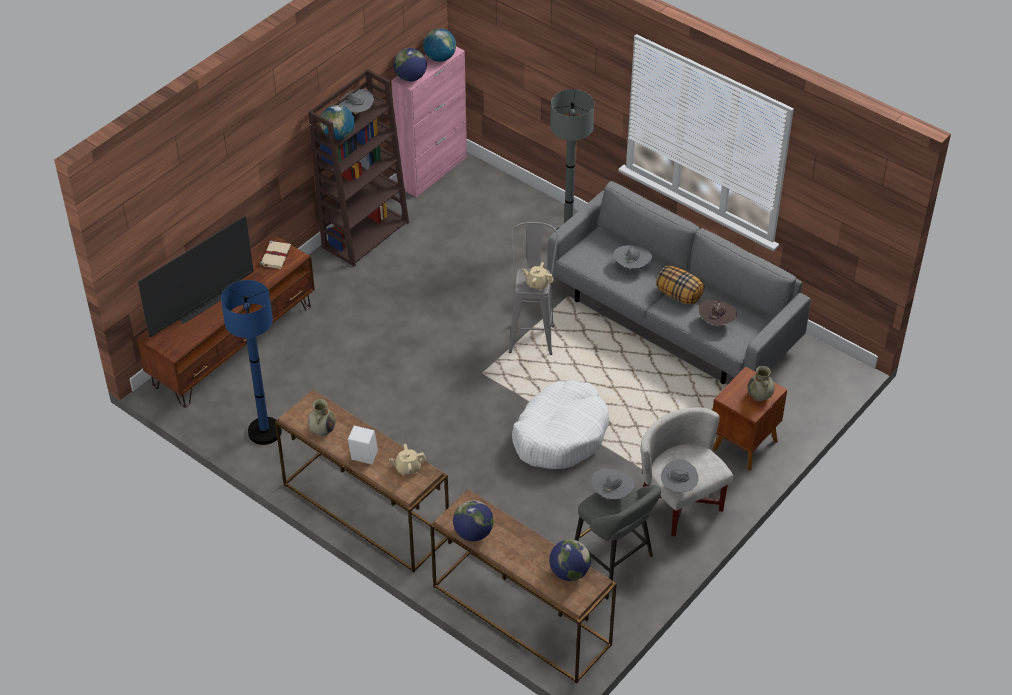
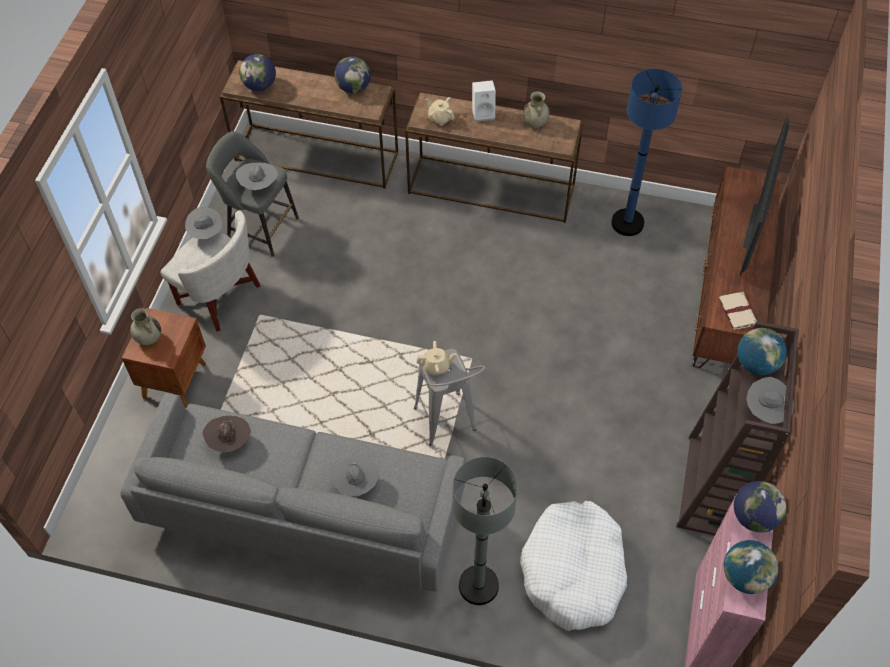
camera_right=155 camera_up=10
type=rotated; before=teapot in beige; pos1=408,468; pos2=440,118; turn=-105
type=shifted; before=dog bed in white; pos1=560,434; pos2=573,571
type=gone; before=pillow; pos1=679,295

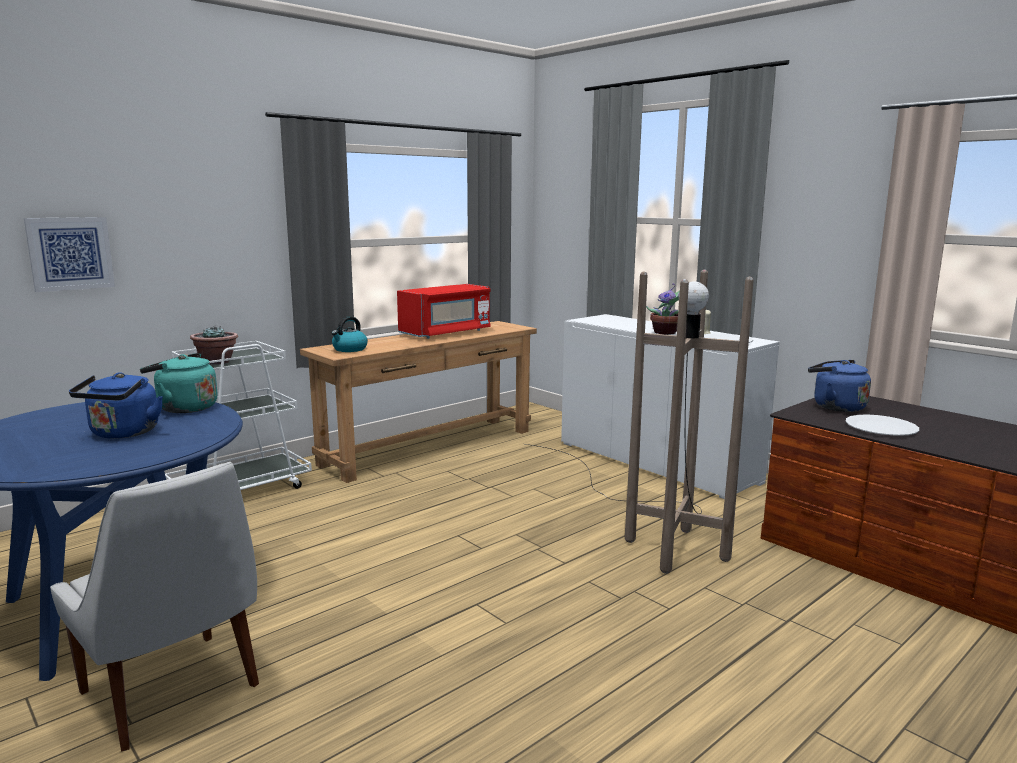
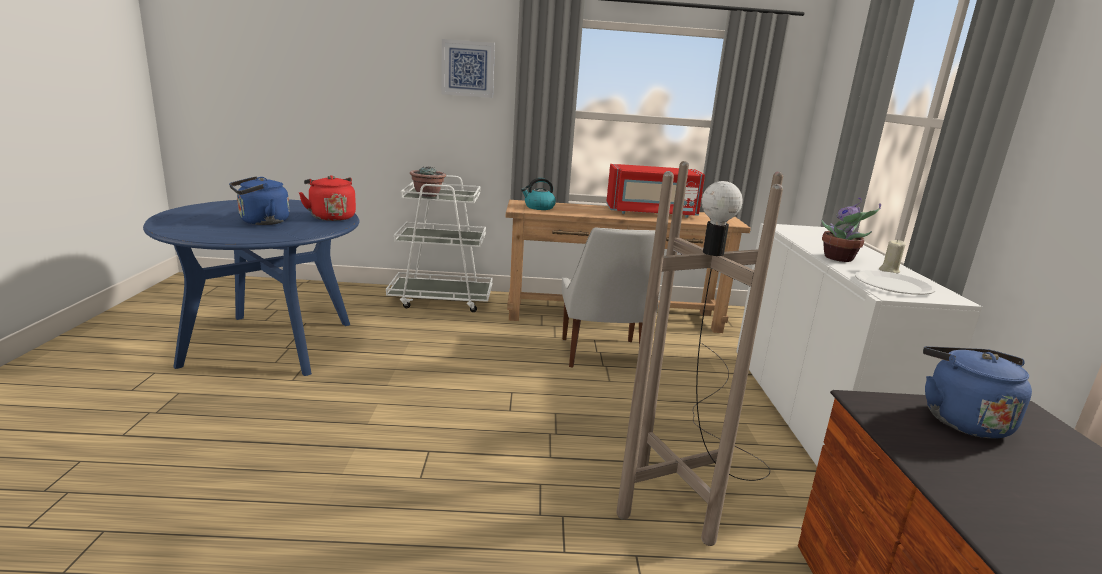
camera_right=40 camera_up=5
type=repainted; before=kettle in turquoise; after=kettle in red; pos1=184,408; pos2=331,217
type=shifted; before=picture; pos1=70,253; pos2=468,68
type=shifted; before=chair in white; pos1=173,692; pos2=602,355
type=gone; before=plate in white; pos1=881,427

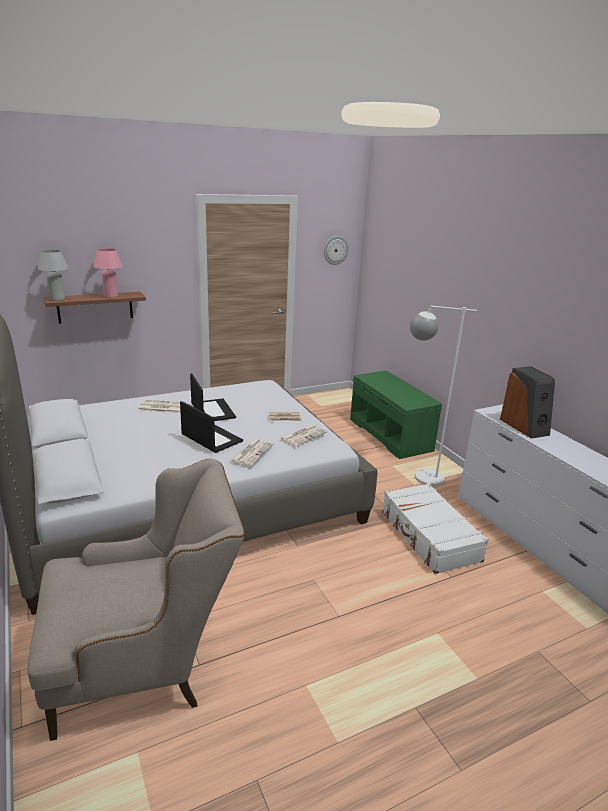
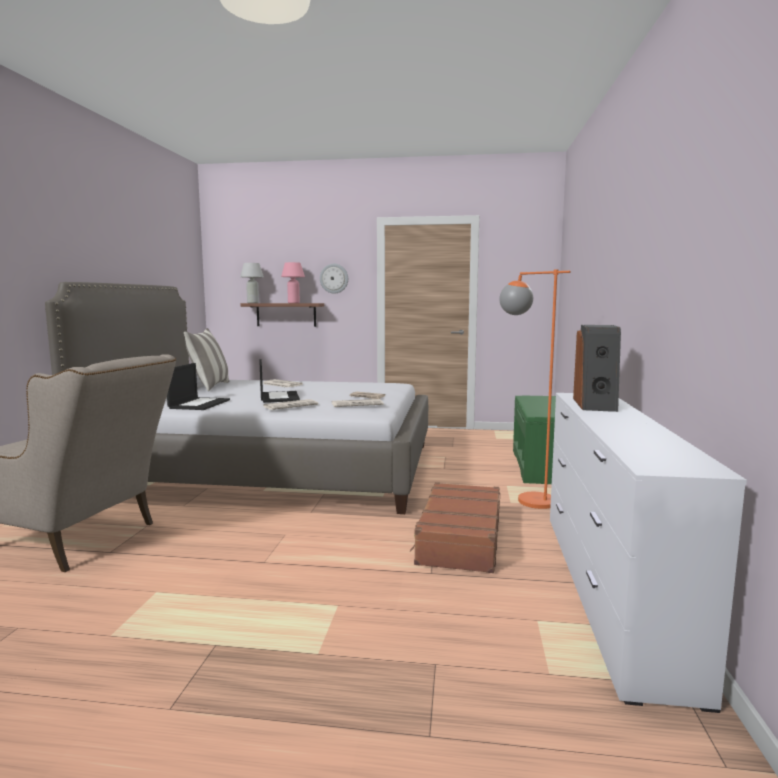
camera_right=35 camera_up=-15
type=shifted; before=laptop; pos1=212,410; pos2=199,404
type=new; after=pillow; pos2=209,386
type=shifted; before=wall clock; pos1=335,250; pos2=334,278
type=repainted; before=suitcase in white; after=suitcase in brown; pos1=429,536; pos2=459,539
type=repainted; before=floor lamp in white; after=floor lamp in orange; pos1=418,477; pos2=525,498

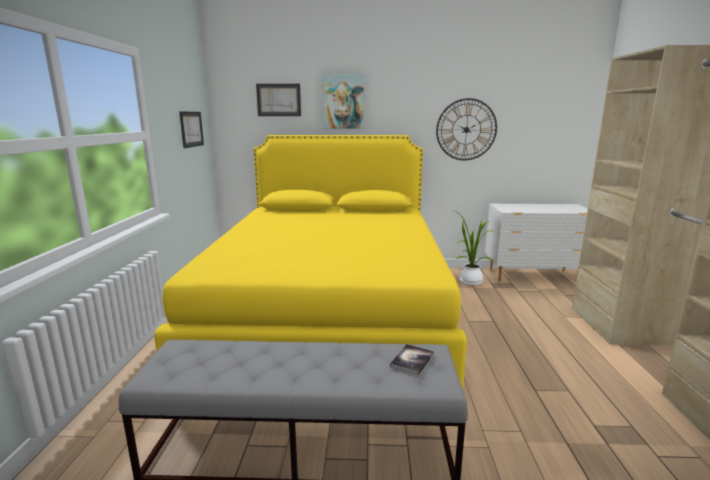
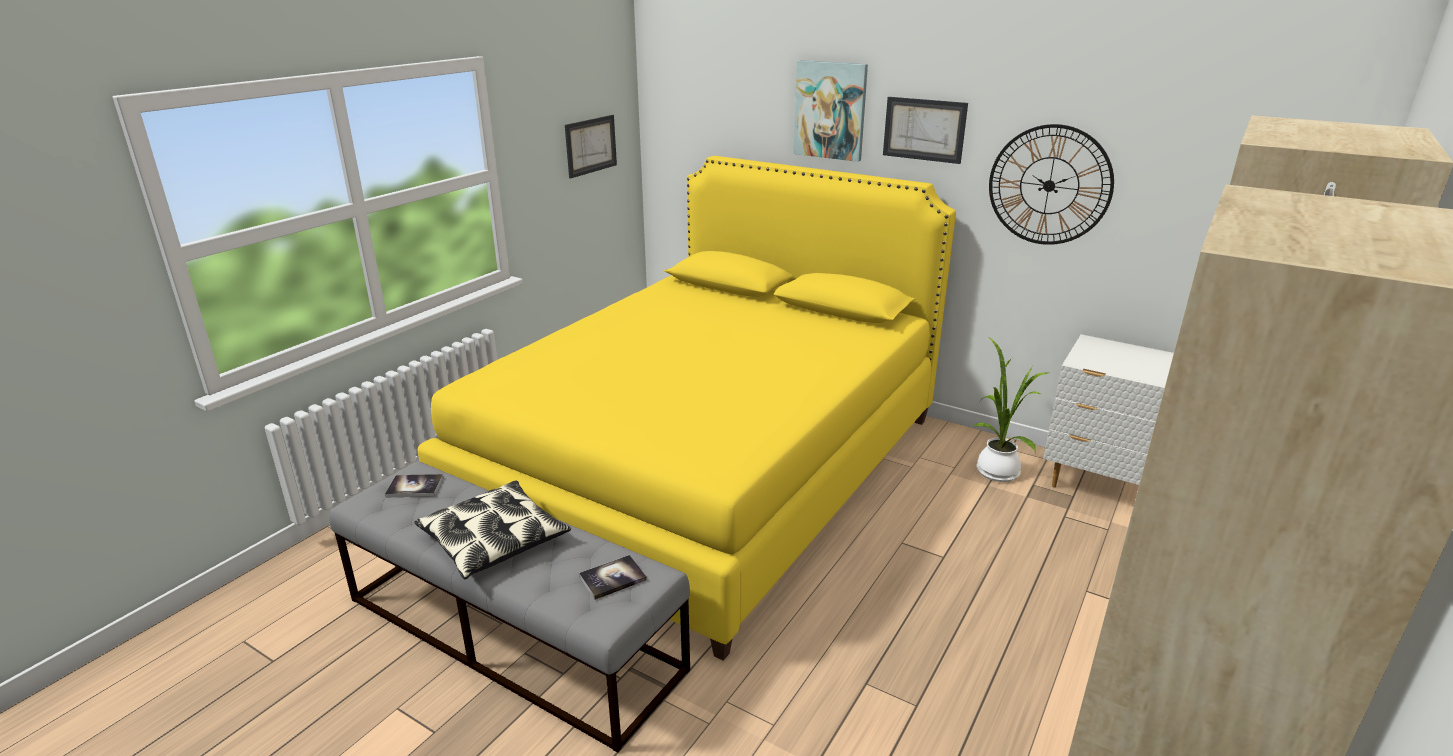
camera_right=30 camera_up=10
type=new; after=book; pos2=415,487
type=new; after=pillow; pos2=494,540
type=shifted; before=picture; pos1=278,100; pos2=924,129

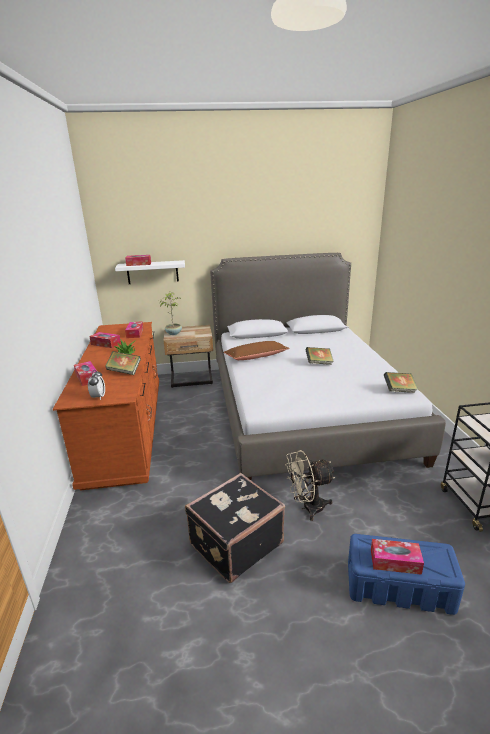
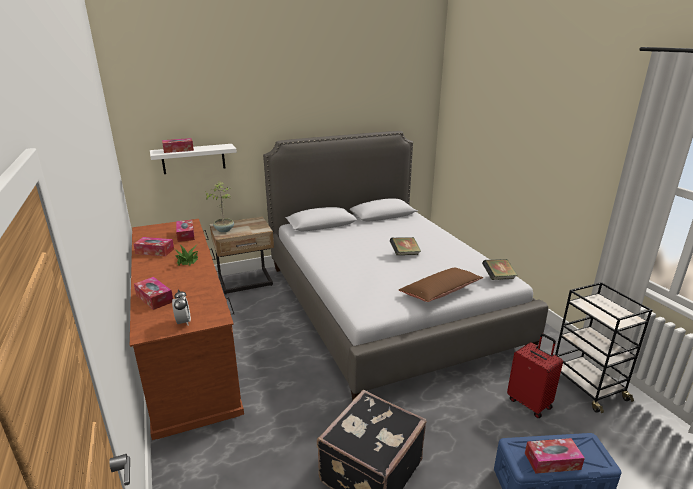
camera_right=-15 camera_up=0
type=shifted; before=pillow in brown; pos1=256,357; pos2=440,292
type=new; after=suitcase in red; pos2=530,403
type=gone; before=book; pos1=124,371
type=gone; before=fan in beige; pos1=307,507

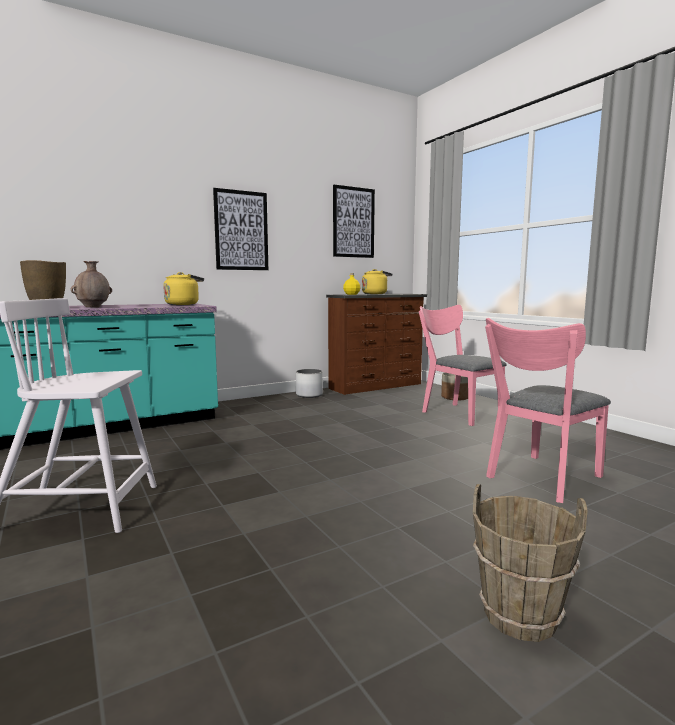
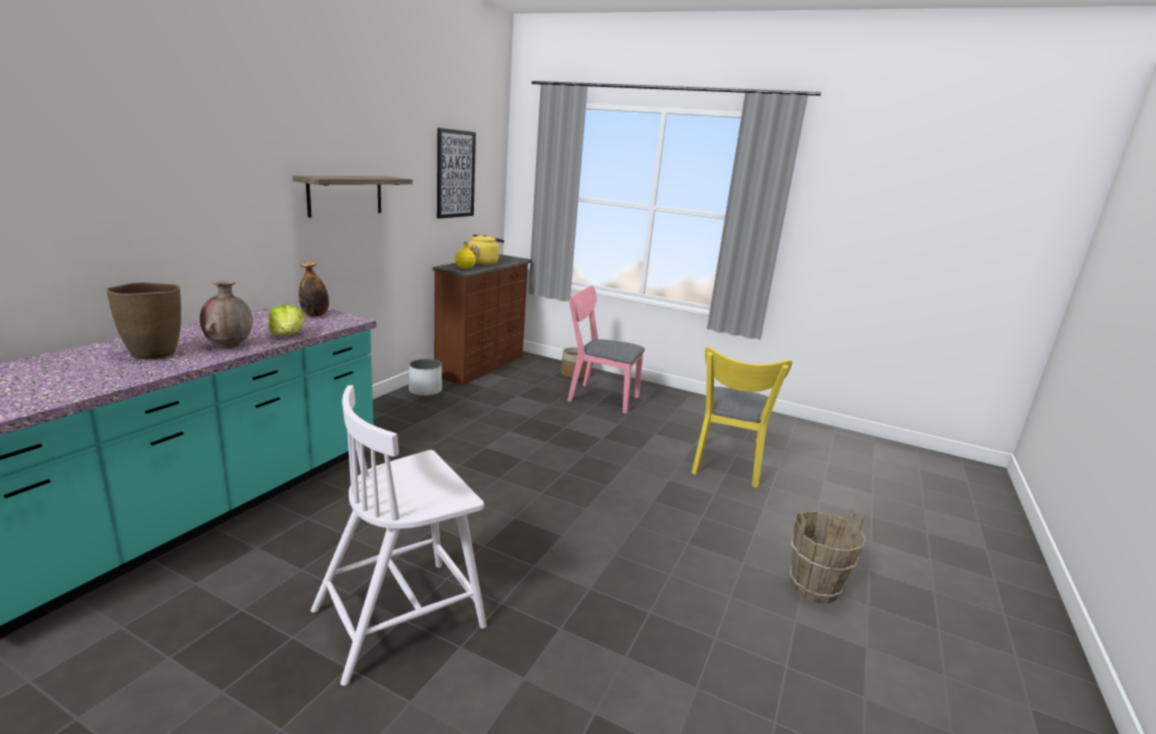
camera_right=-35 camera_up=10
type=new; after=lettuce; pos2=288,335
type=swapped; before=picture; after=shelf; pos1=241,230; pos2=345,195
type=swapped; before=kettle in yellow; after=bottle; pos1=184,304; pos2=315,315
type=repainted; before=chair in pink; after=chair in yellow; pos1=540,479; pos2=726,466

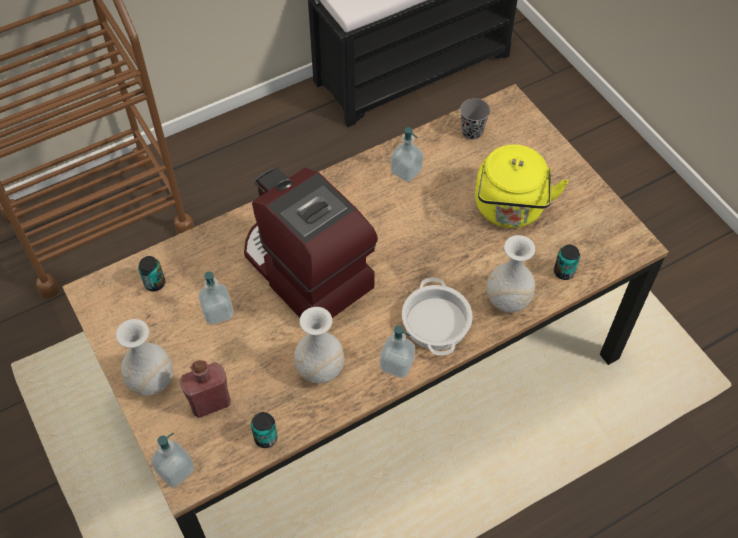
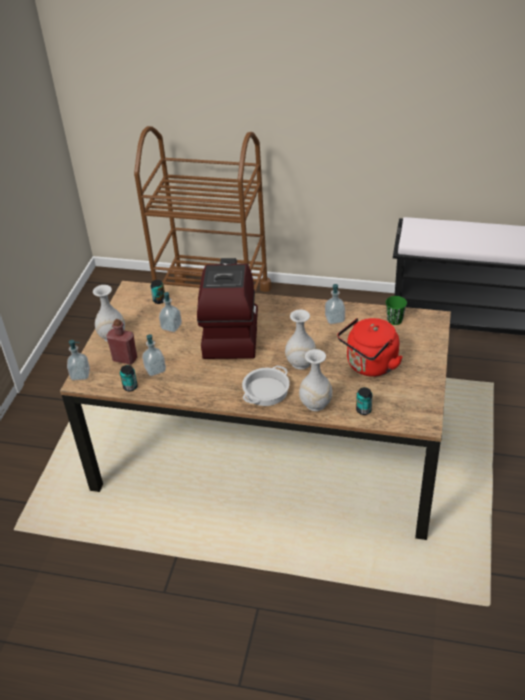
camera_right=45 camera_up=-15
type=shifted; before=soap dispenser; pos1=396,364; pos2=155,369
type=shifted; before=vase in white; pos1=320,370; pos2=301,363
type=repainted; before=kettle in yellow; after=kettle in red; pos1=510,210; pos2=370,366
type=repainted; before=cup in grey; after=cup in green; pos1=472,131; pos2=394,320

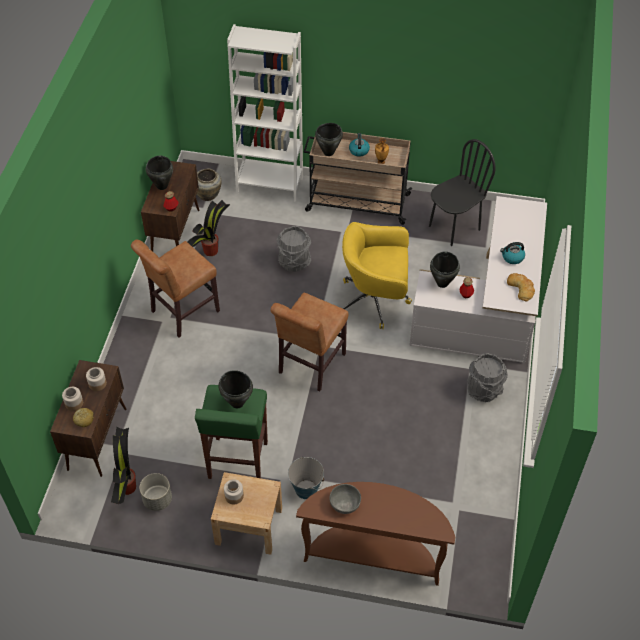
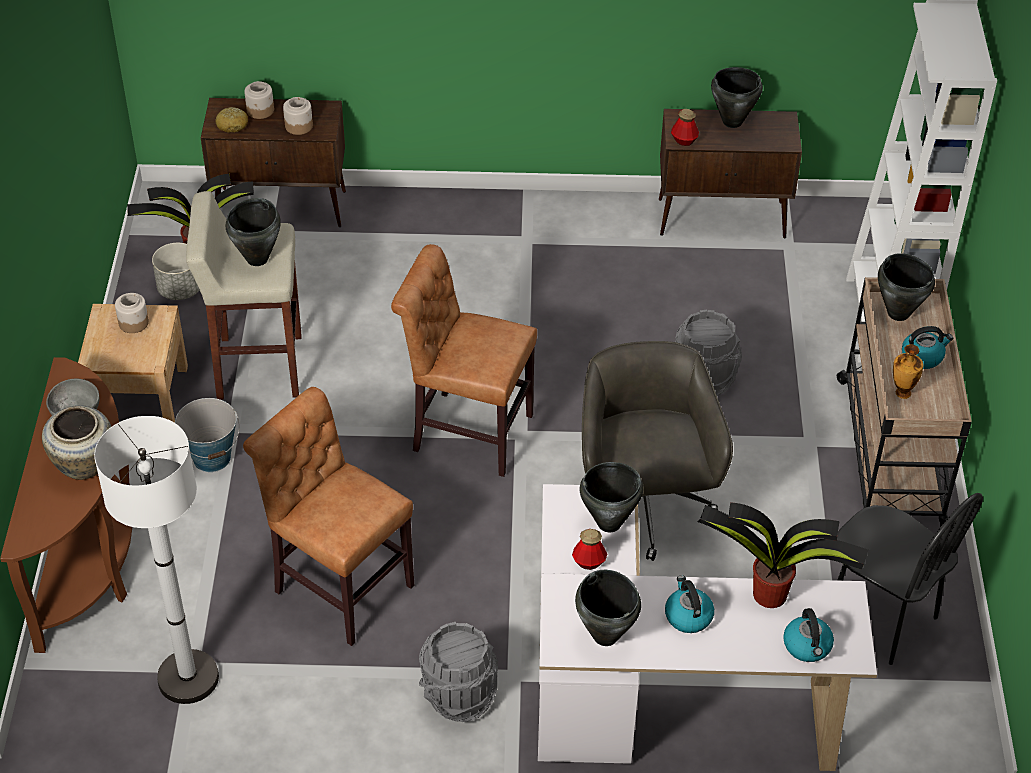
camera_right=80 camera_up=-5
type=shifted; before=vase in beige; pos1=208,195; pos2=84,466
type=new; after=floor lamp in white; pos2=188,678
type=repainted; before=stool in green; after=stool in beige; pos1=237,461; pos2=257,367
type=shifted; before=chair in brown; pos1=182,313; pos2=338,585
type=swapped; before=bread; after=cooking pot in black; pos1=521,288; pos2=605,635
type=repainted; before=office chair in yellow; after=office chair in grey; pos1=375,300; pos2=642,506
type=shifted; before=potted plant; pos1=211,250; pos2=772,595
type=new; after=kettle; pos2=807,646

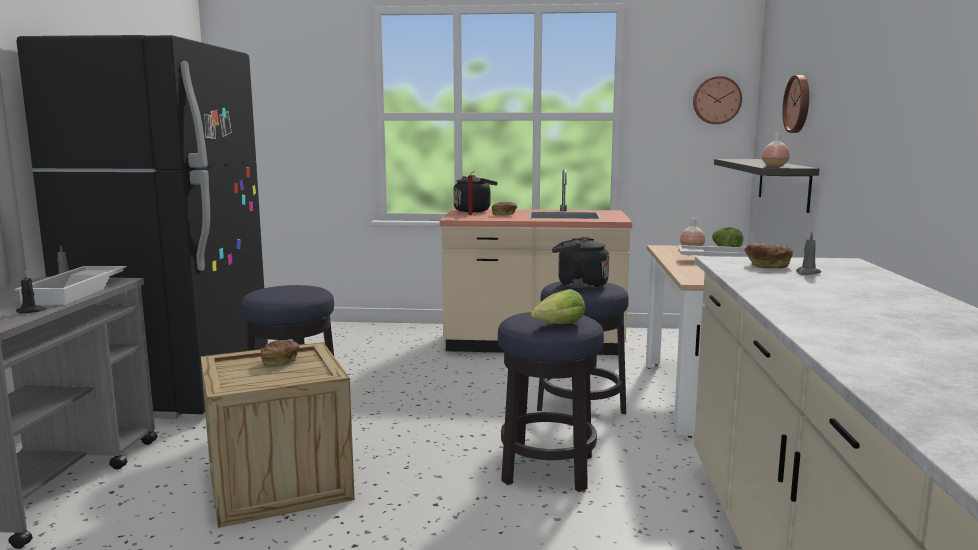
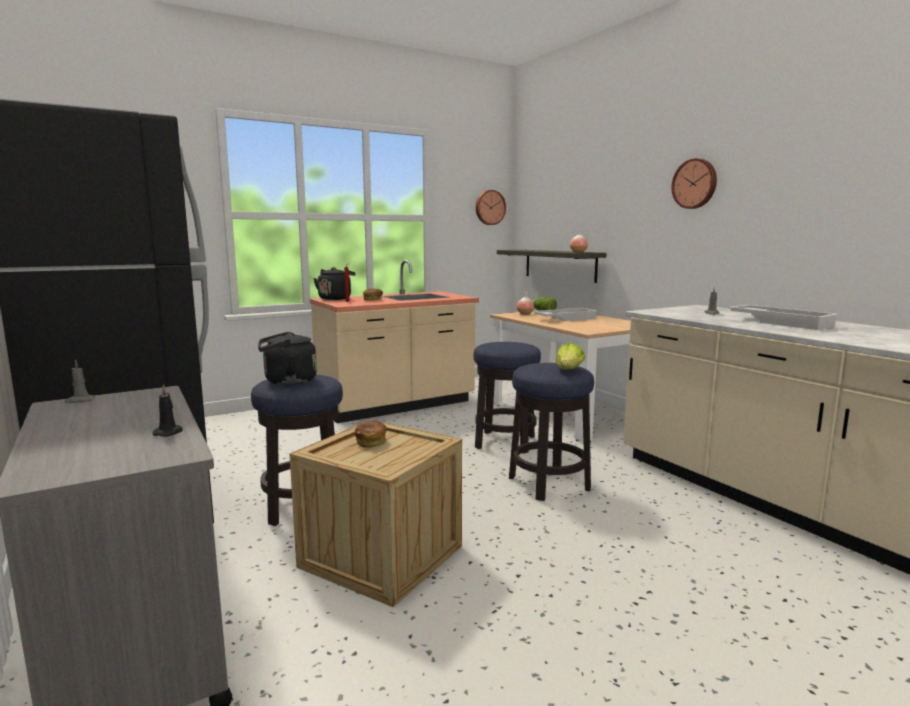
camera_right=-35 camera_up=0
type=shifted; before=kettle in black; pos1=579,285; pos2=287,381
type=shifted; before=wall clock; pos1=799,104; pos2=695,184
type=shifted; before=tray in white; pos1=77,292; pos2=781,322
type=gone; before=bread; pos1=766,265

